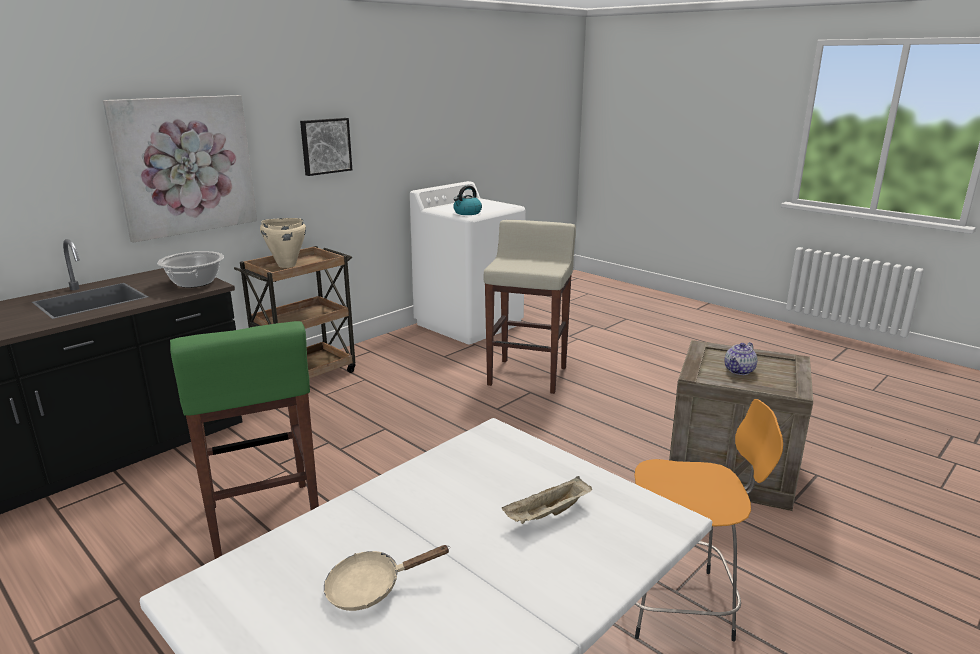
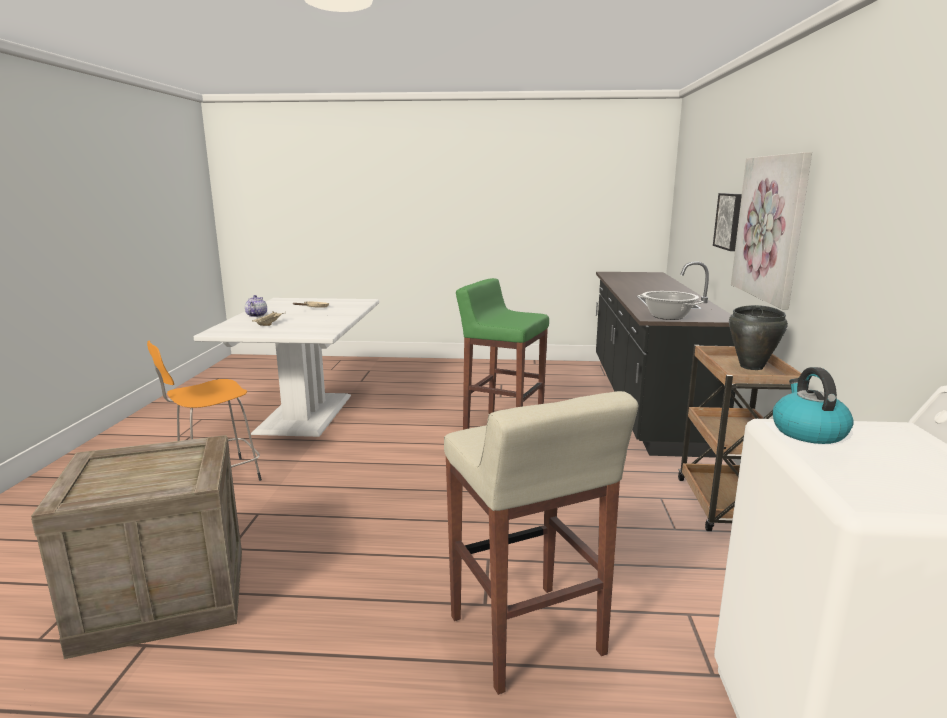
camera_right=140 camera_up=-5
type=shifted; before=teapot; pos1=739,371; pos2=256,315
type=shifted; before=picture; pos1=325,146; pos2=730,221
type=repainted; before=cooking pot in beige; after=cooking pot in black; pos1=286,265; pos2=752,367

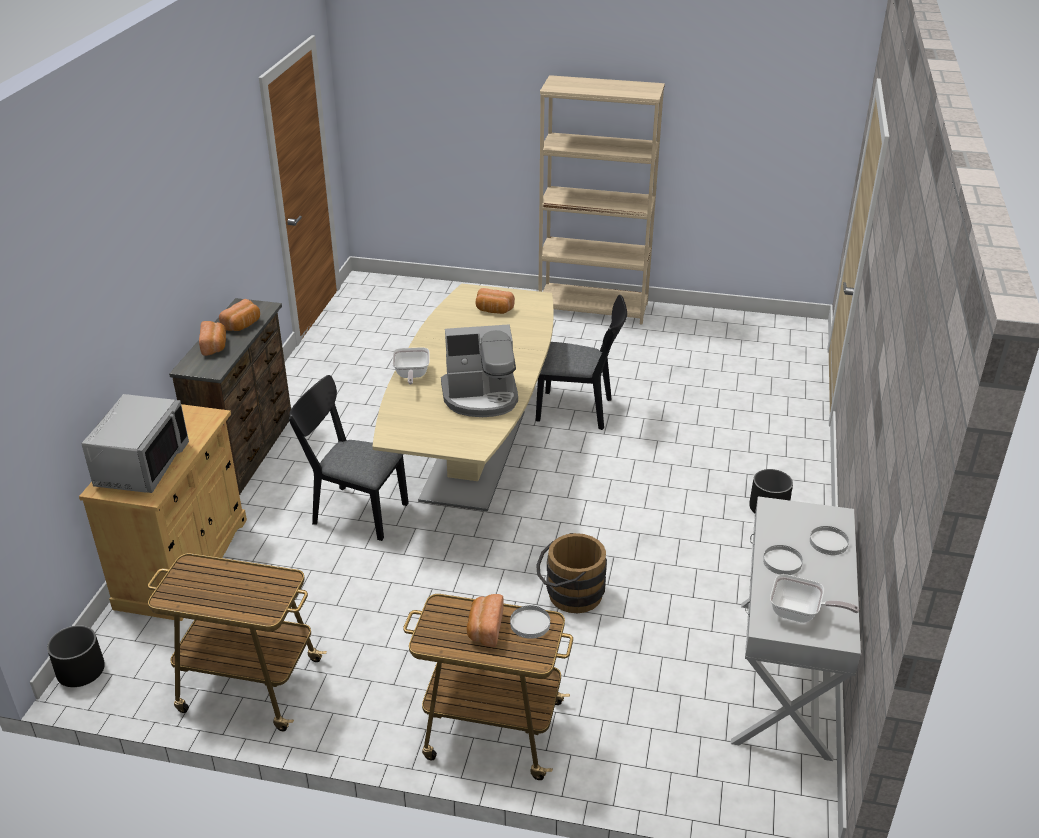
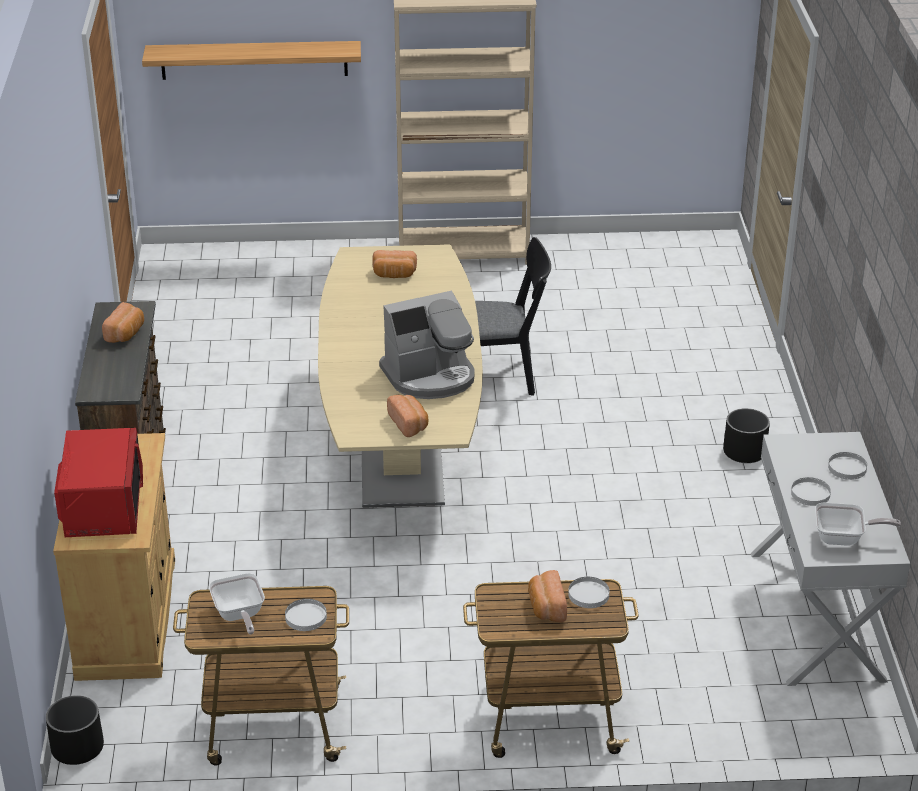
camera_right=-15 camera_up=0
type=repainted; before=microwave in grey; after=microwave in red; pos1=141,465; pos2=102,507
type=new; after=shelf; pos2=254,60
type=shifted; before=frying pan; pos1=411,375; pos2=239,615
type=new; after=plate in white; pos2=305,617
type=shifted; before=bread; pos1=215,346; pos2=409,424
type=gone; before=chair in black; pos1=353,511
type=gone; before=bucket in brown; pos1=569,594

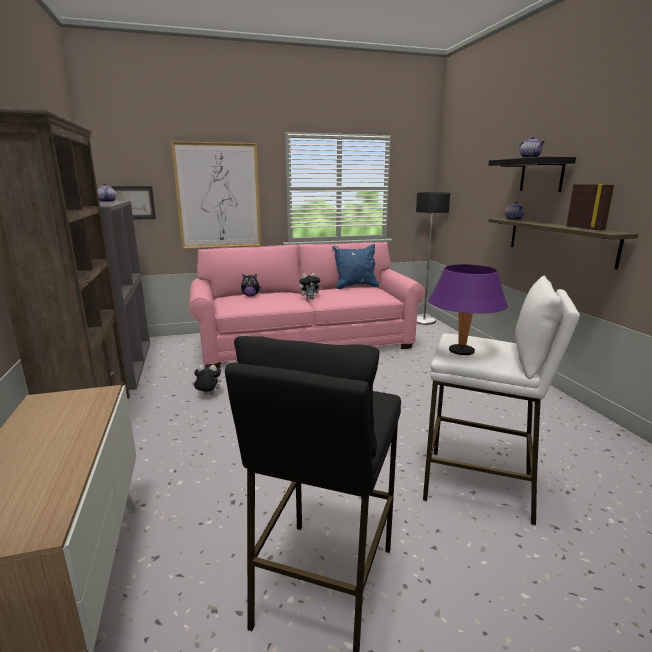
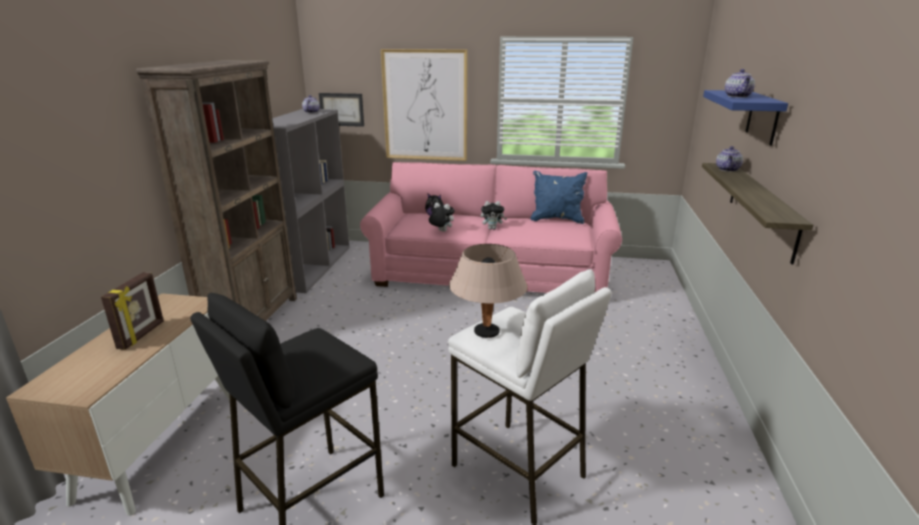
camera_right=25 camera_up=5
type=shifted; before=picture frame; pos1=585,228; pos2=142,335
type=shifted; before=plush toy; pos1=208,395; pos2=441,231
type=repainted; before=table lamp in purple; after=table lamp in beige; pos1=461,351; pos2=487,332
type=repainted; before=shelf in black; after=shelf in blue; pos1=541,175; pos2=763,117
type=gone; before=floor lamp; pos1=423,321

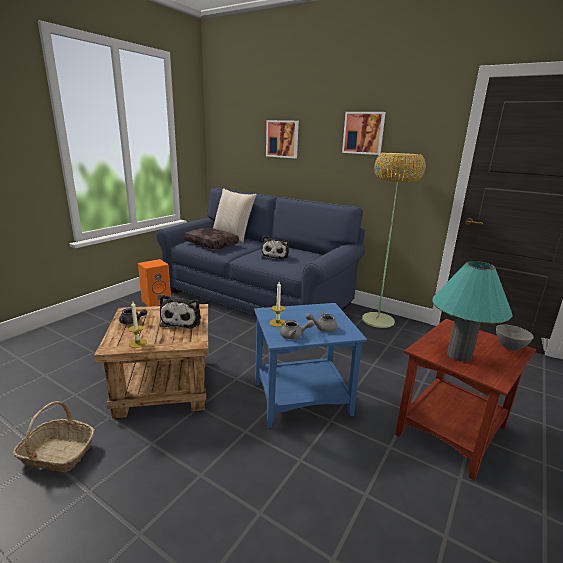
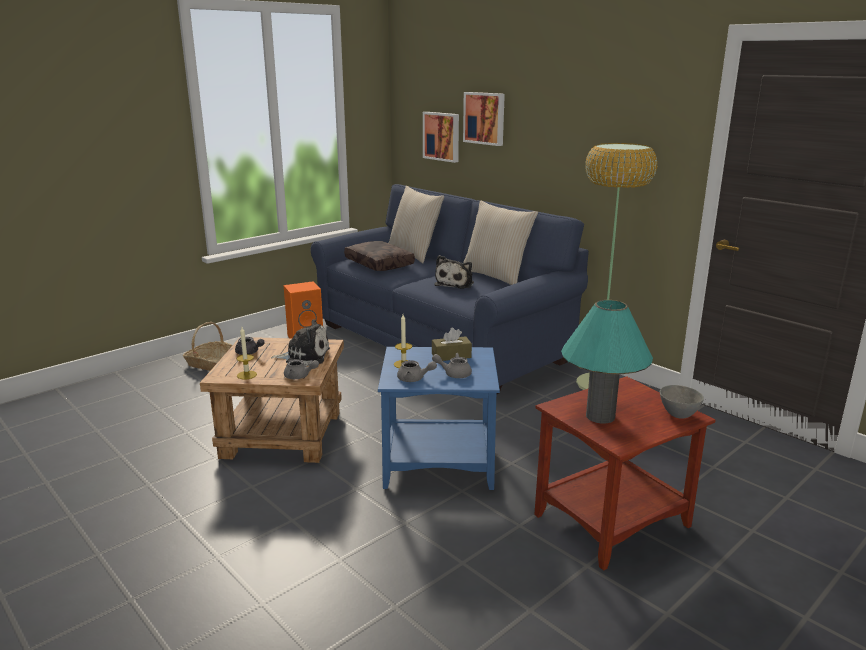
camera_right=15 camera_up=0
type=shifted; before=basket; pos1=57,454; pos2=211,364
type=rotated; before=plush toy; pos1=182,321; pos2=305,356; turn=-105
type=new; after=teapot in grey; pos2=300,376
type=shifted; before=picture; pos1=363,133; pos2=442,136
type=new; after=tissue box in brown; pos2=451,356
type=new; after=pillow in beige; pos2=496,276

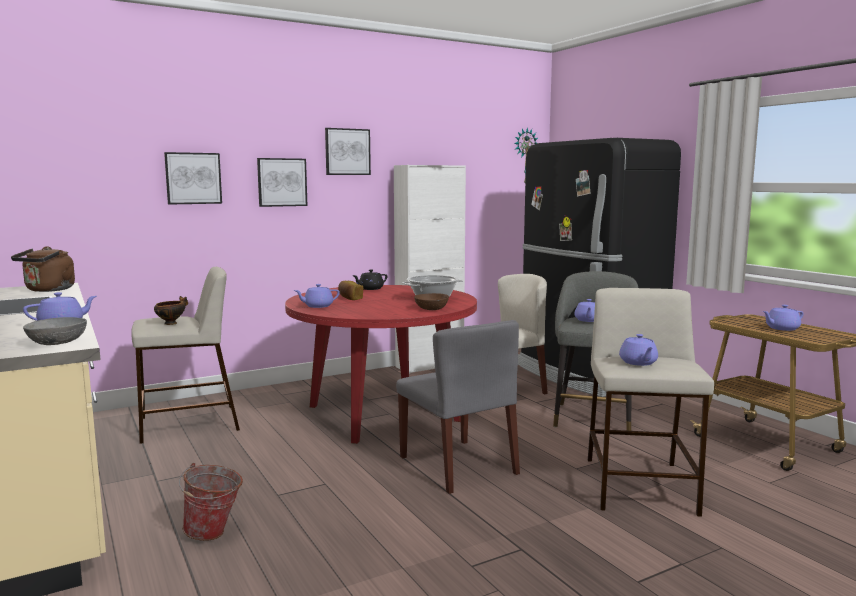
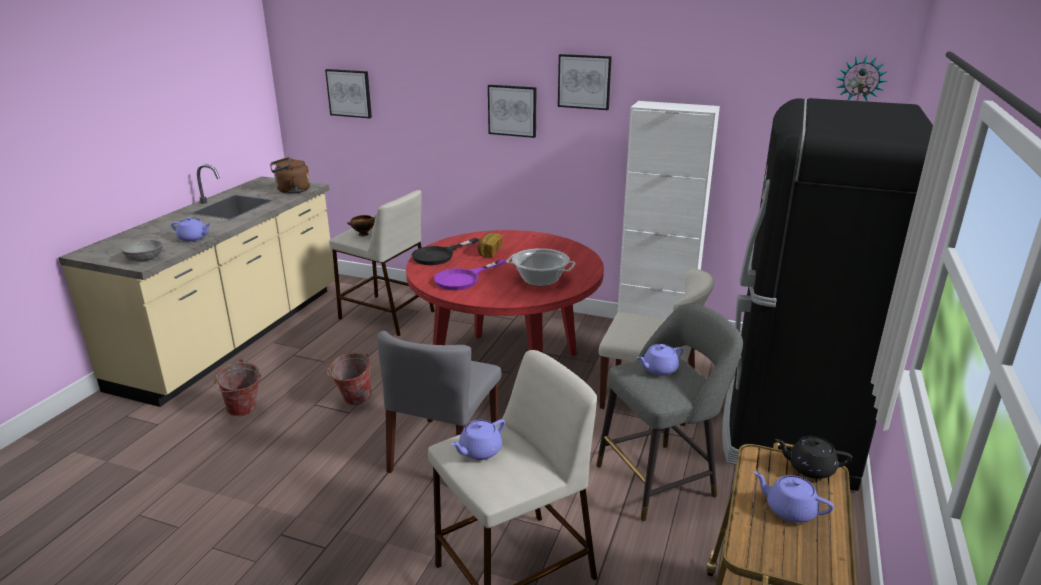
camera_right=50 camera_up=15
type=shifted; before=picture; pos1=193,178; pos2=349,93
type=new; after=bucket; pos2=353,401
type=swapped; before=teapot in purple; after=frying pan in black; pos1=317,306; pos2=439,255
type=new; after=frying pan in purple; pos2=463,279
type=shifted; before=teapot in black; pos1=370,289; pos2=809,468
type=gone; before=bowl in brown; pos1=431,309

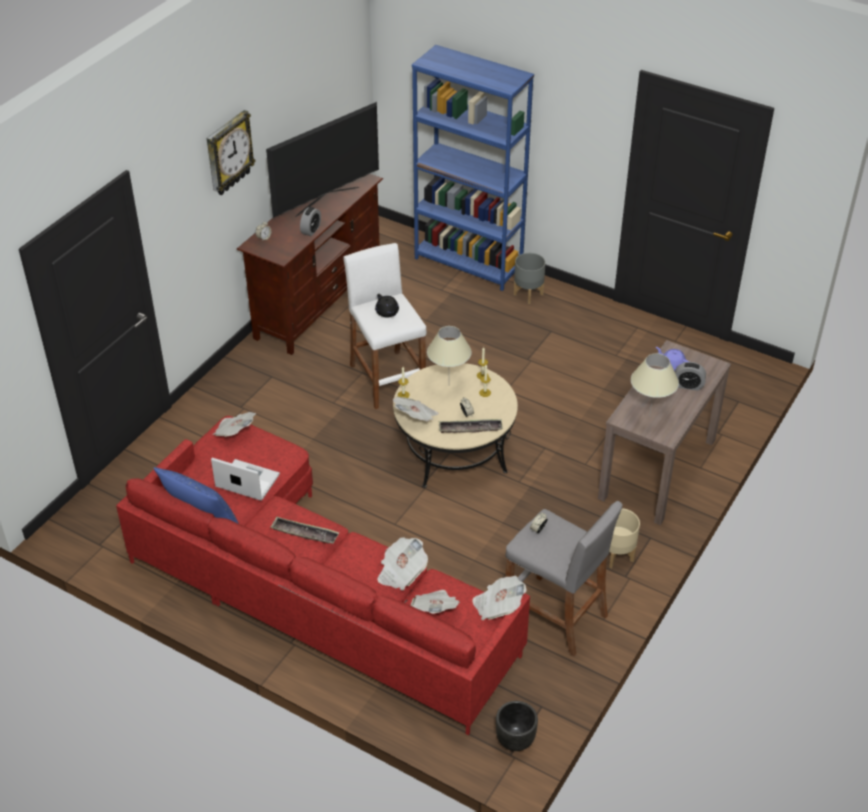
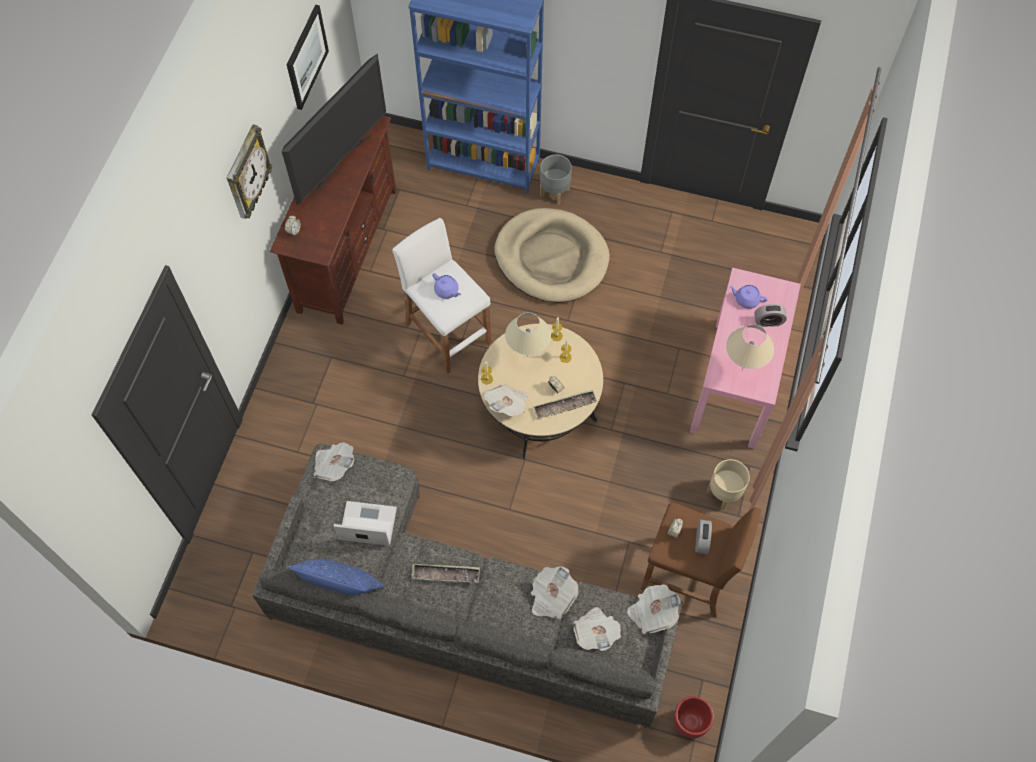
camera_right=-15 camera_up=20
type=repainted; before=sofa in red; after=sofa in grey; pos1=311,589; pos2=454,605
type=new; after=picture; pos2=306,57
type=repainted; before=teapot in black; after=teapot in purple; pos1=387,312; pos2=447,291
type=new; after=dog bed in beige; pos2=551,258
type=repainted; before=stool in grey; after=stool in brown; pos1=555,616; pos2=688,577
type=repainted; before=planter in black; after=planter in red; pos1=514,741; pos2=689,723
type=repainted; before=console table in brown; after=console table in pink; pos1=657,469; pos2=735,383
type=shifted; before=alarm clock; pos1=311,230; pos2=701,541

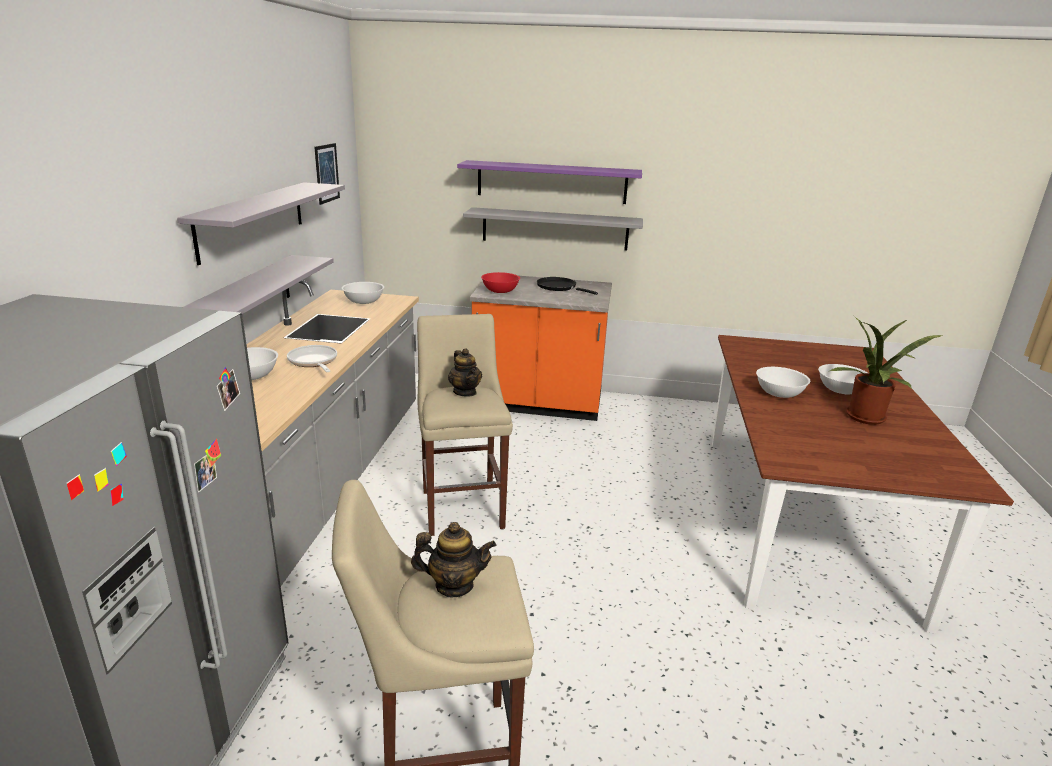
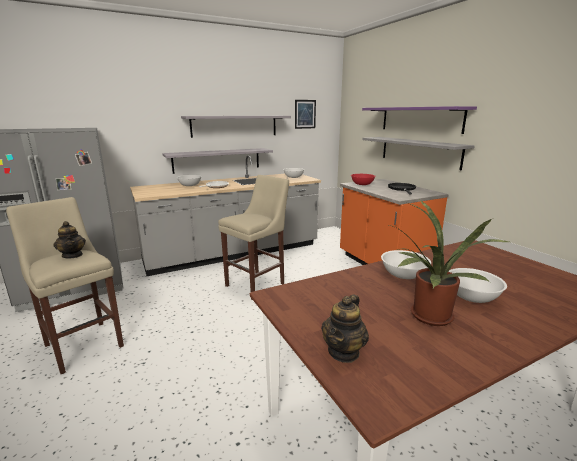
camera_right=55 camera_up=-5
type=shifted; before=teapot; pos1=465,392; pos2=344,352

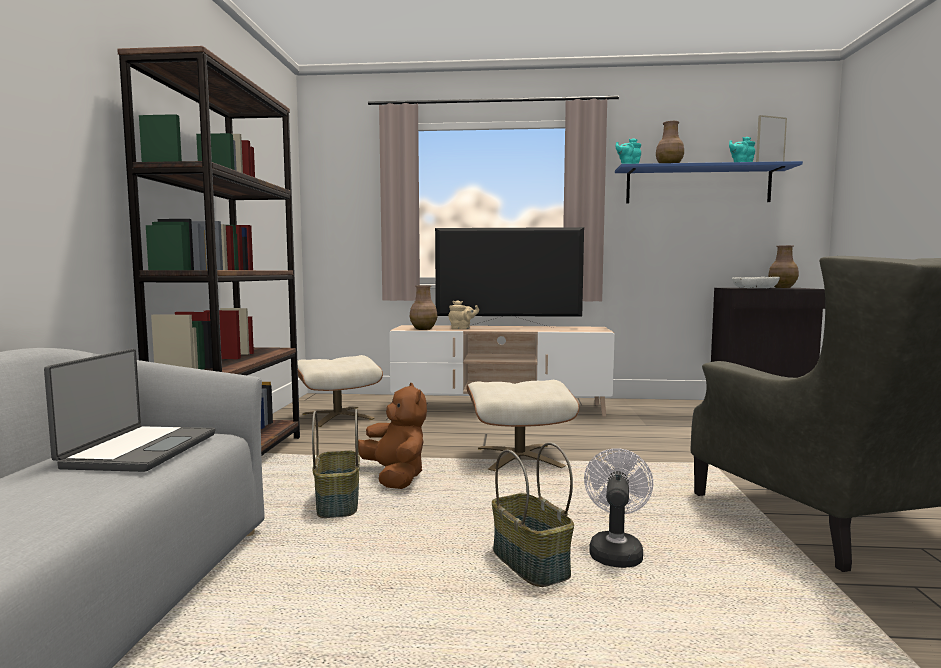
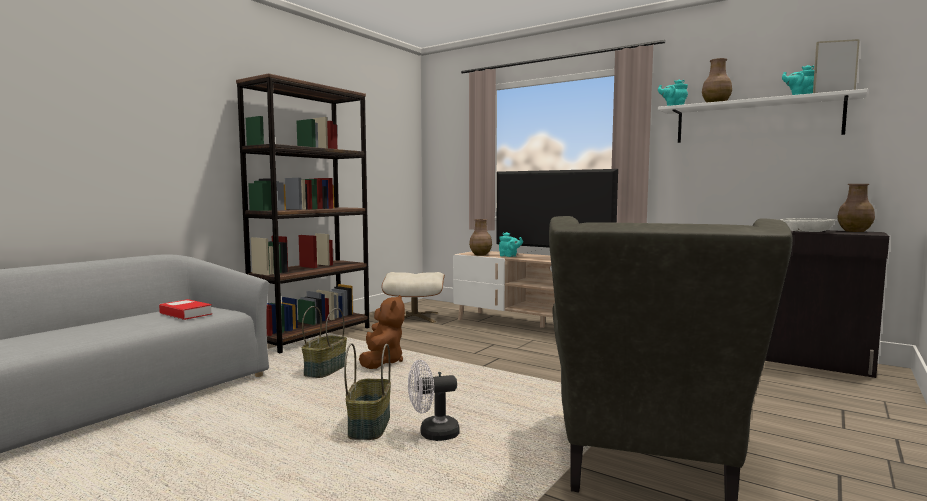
camera_right=30 camera_up=0
type=swapped; before=laptop; after=book; pos1=139,450; pos2=185,314
type=rotated; before=fan in white; pos1=615,551; pos2=432,434; turn=-150
type=repainted; before=teapot in beige; after=teapot in turquoise; pos1=462,329; pos2=509,256
type=repainted; before=shelf in blue; after=shelf in white; pos1=698,186; pos2=756,121
type=gone; before=ottoman in beige; pos1=519,457

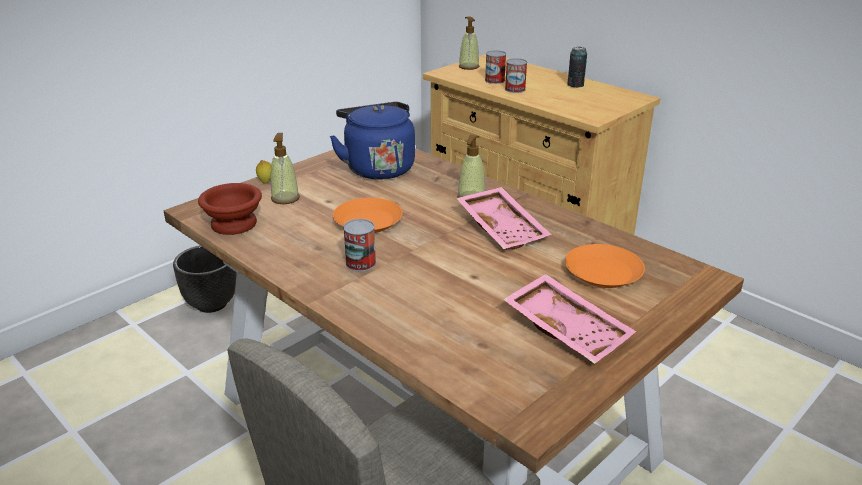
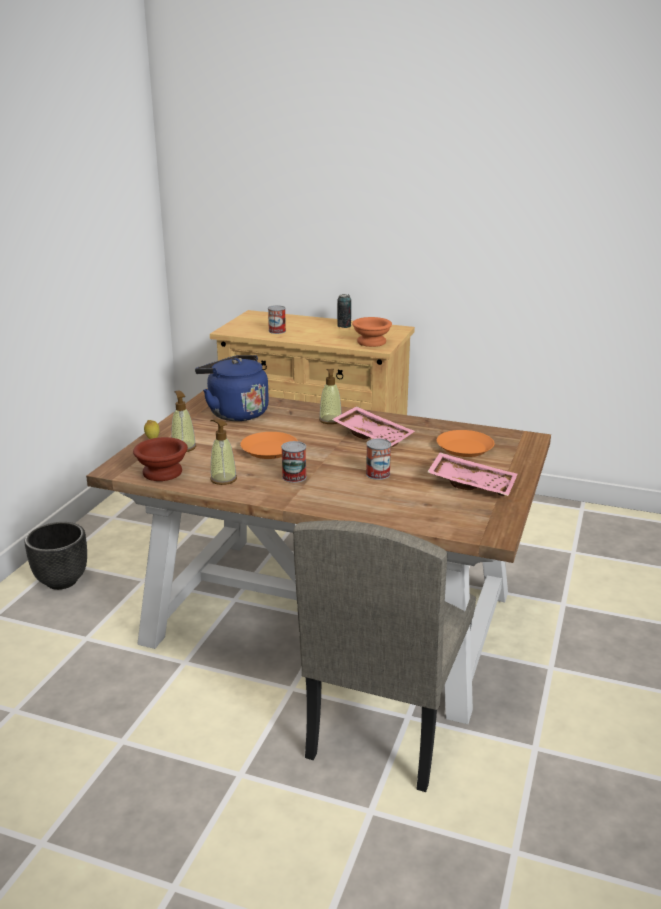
camera_right=-25 camera_up=-5
type=shifted; before=soap dispenser; pos1=468,67; pos2=223,479
type=new; after=bowl in orange; pos2=372,342
type=shifted; before=can; pos1=515,89; pos2=378,474

